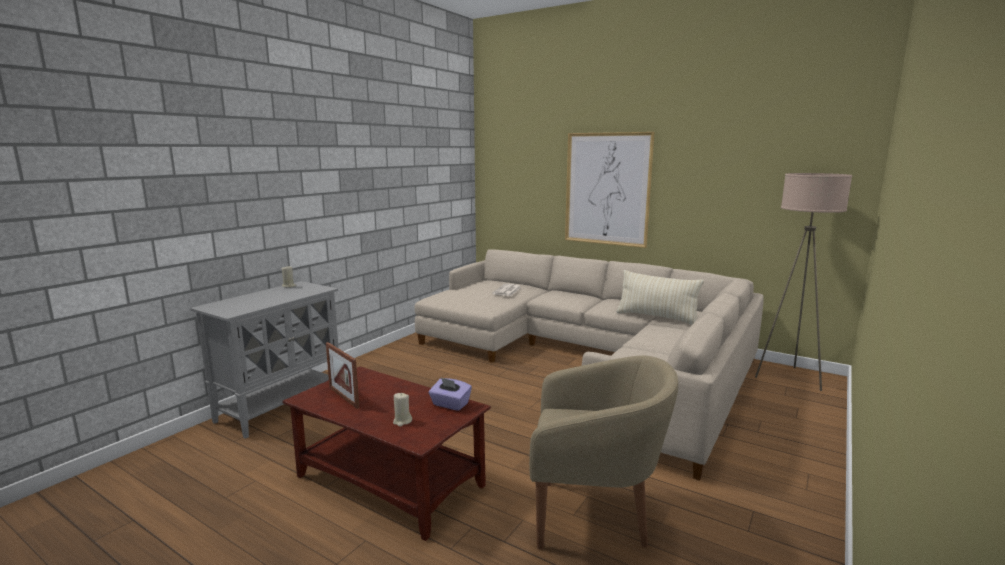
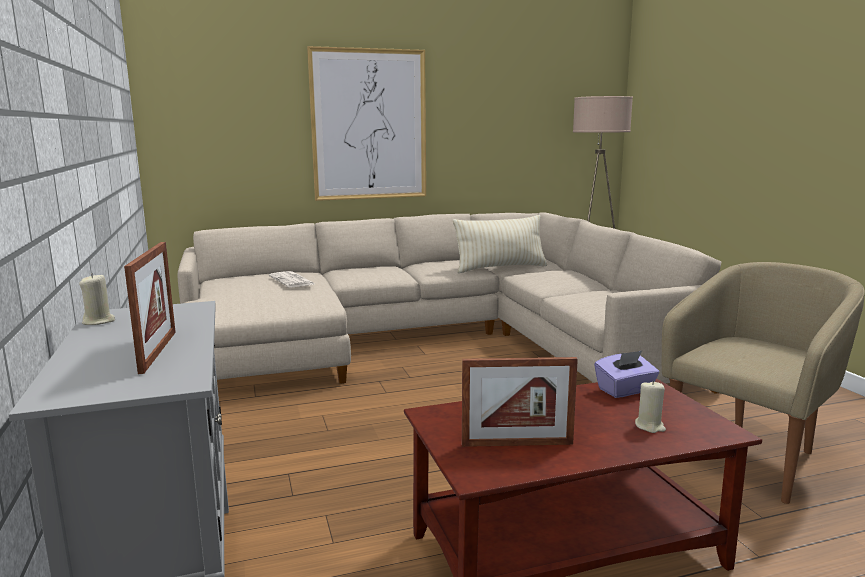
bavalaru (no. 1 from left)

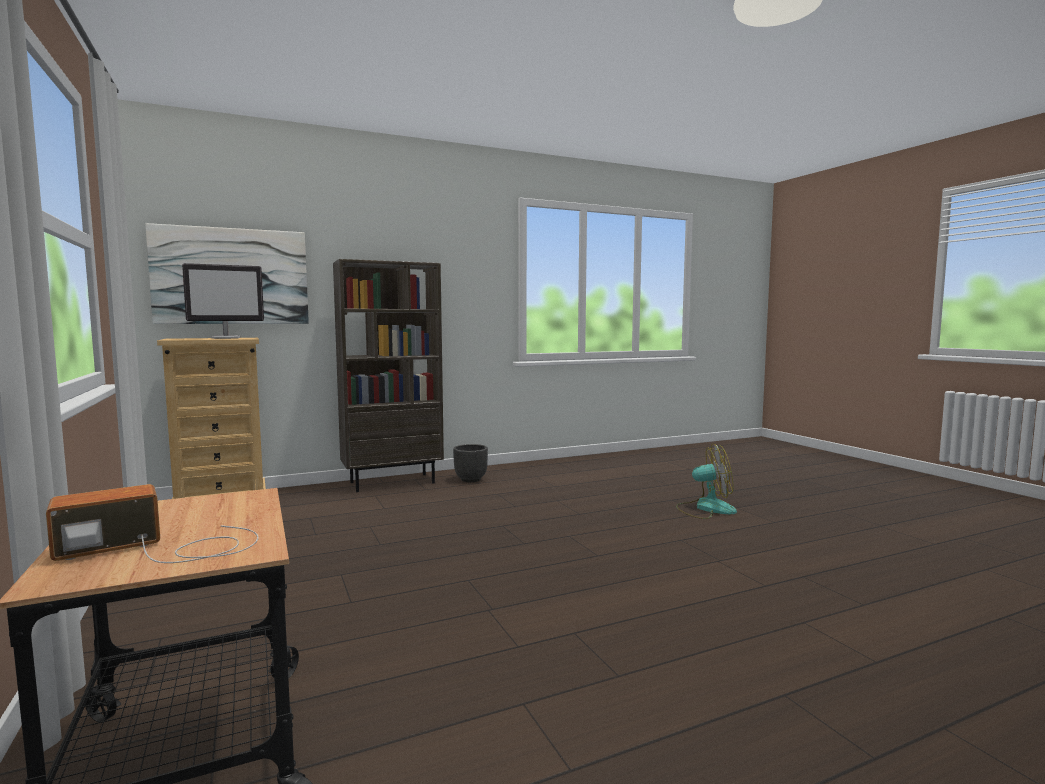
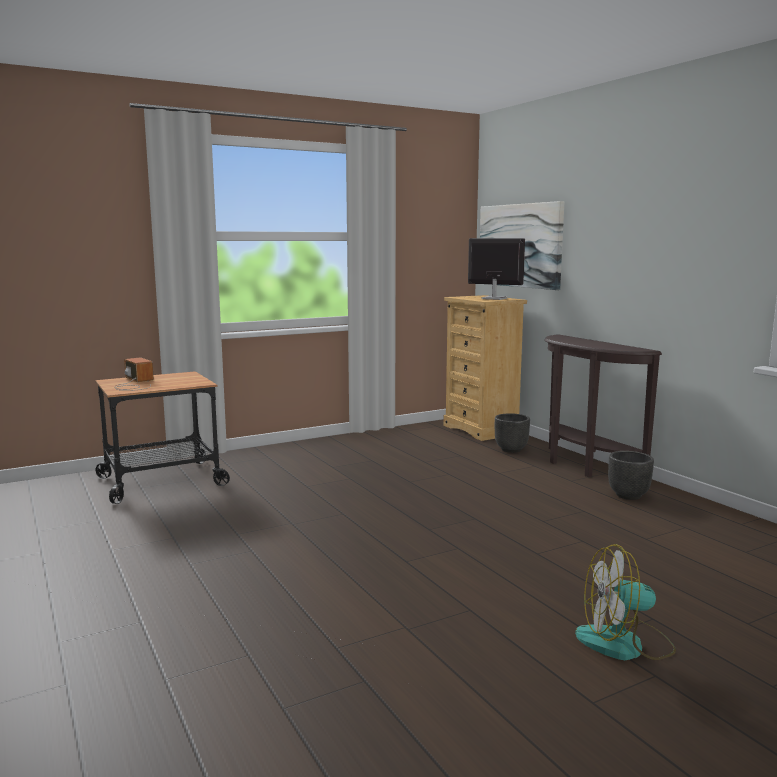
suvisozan
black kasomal (no. 1 from left)
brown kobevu
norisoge

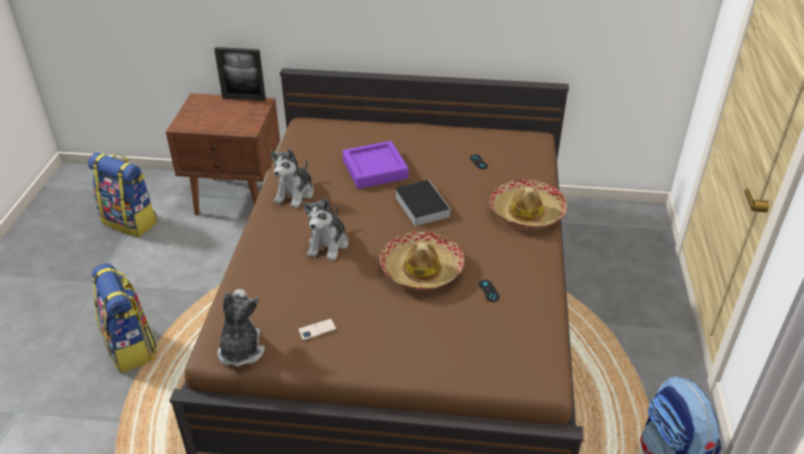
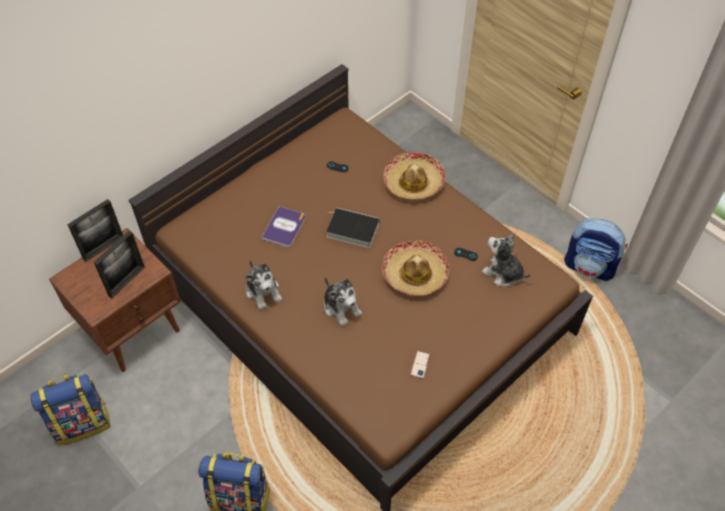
bavalaru (no. 2 from left)
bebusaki (no. 1 from left)
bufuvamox (no. 3 from left)

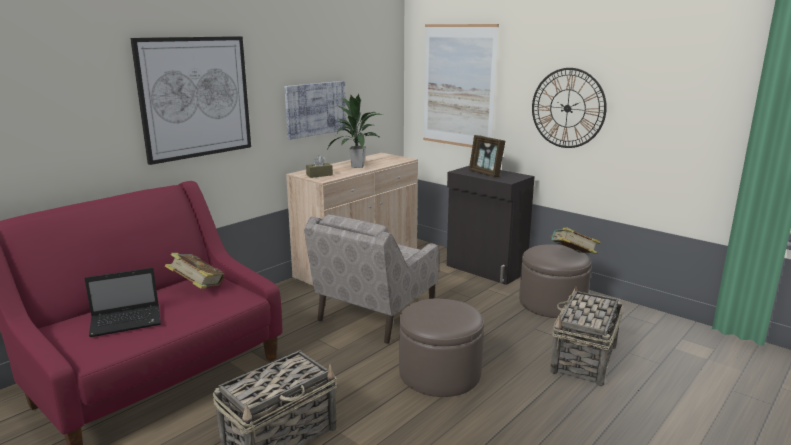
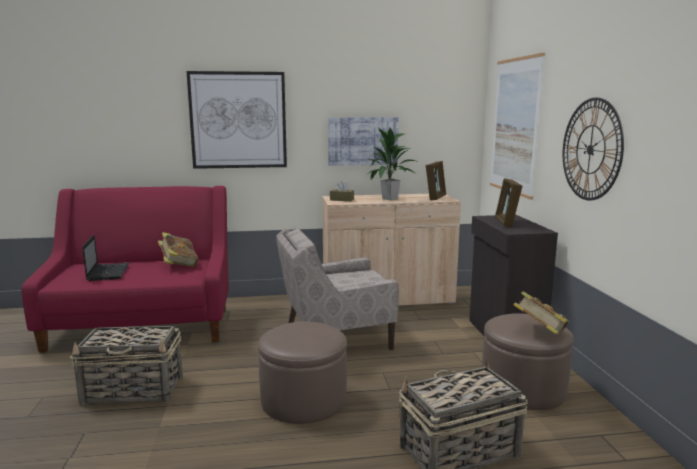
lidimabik
bavalaru (no. 1 from left)

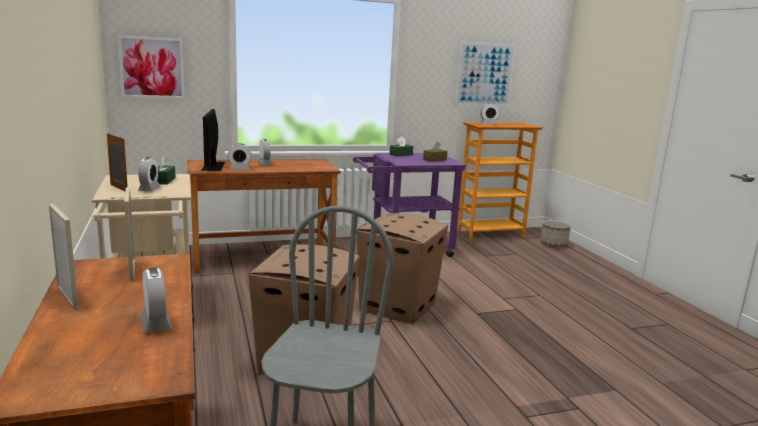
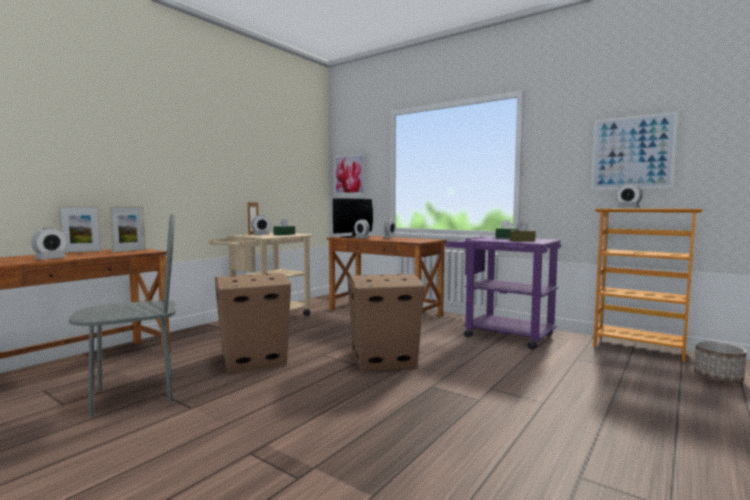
bavalaru (no. 1 from left)

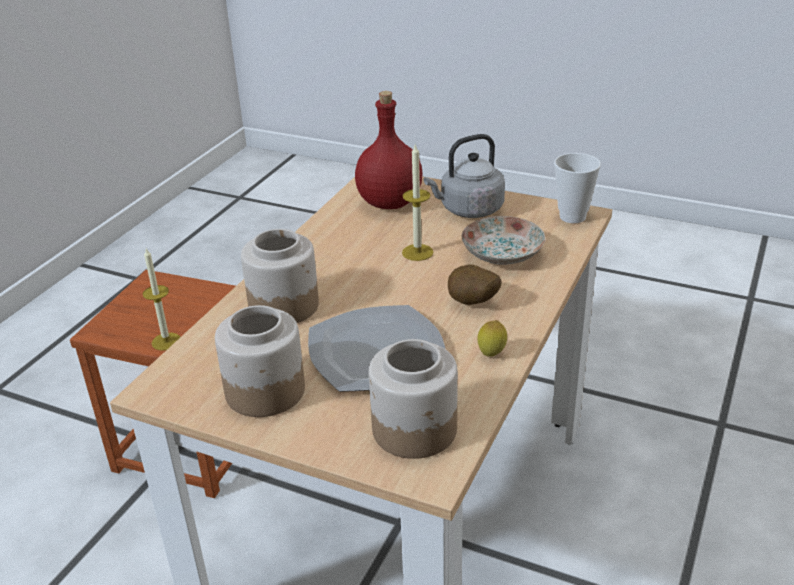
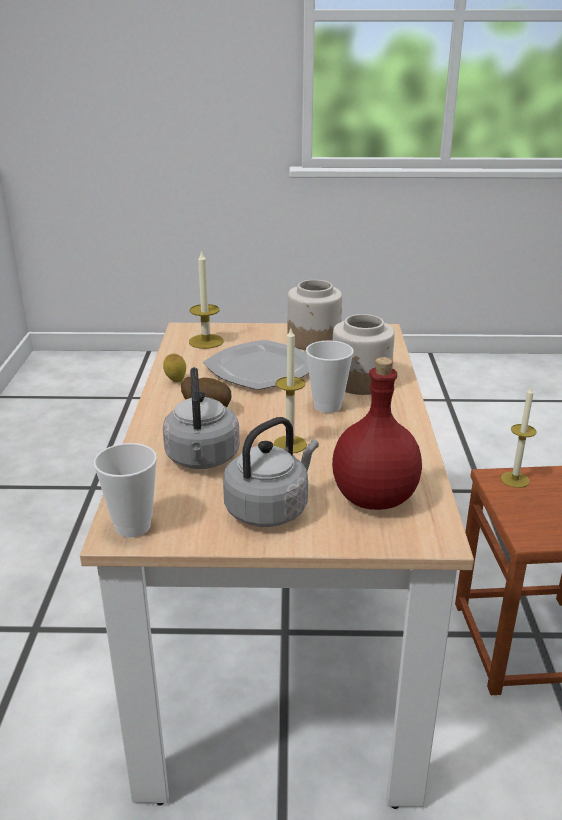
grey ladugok (no. 1 from left)
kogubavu (no. 1 from left)
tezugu (no. 2 from left)

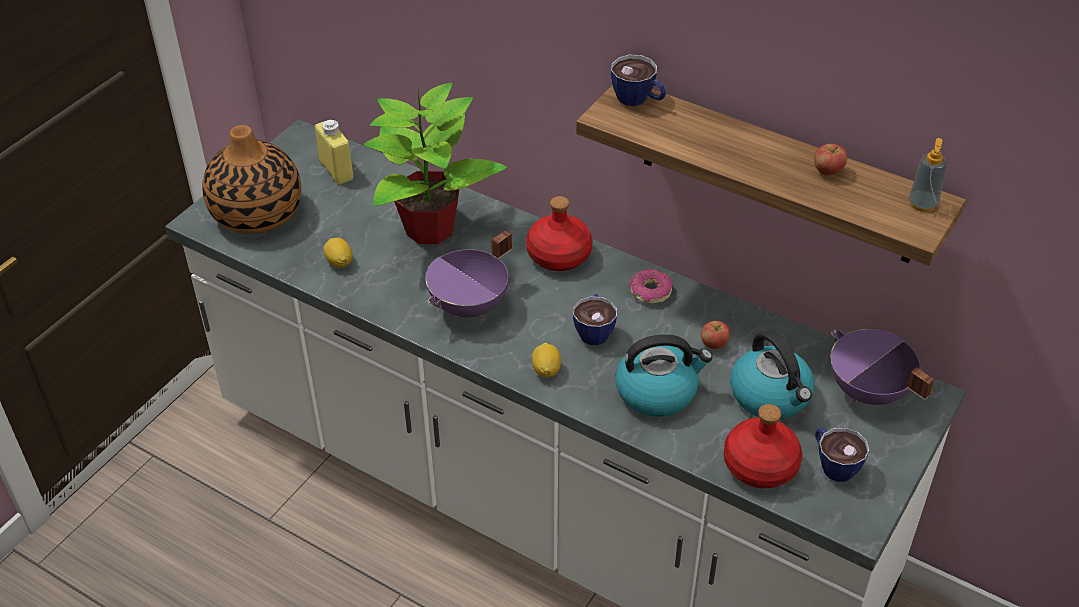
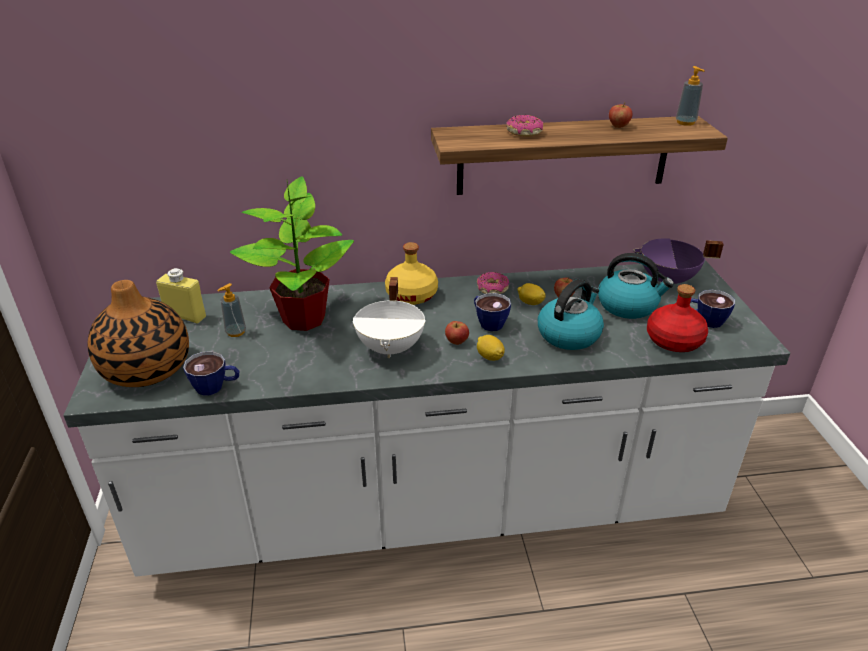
tezugu (no. 1 from left)
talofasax (no. 1 from left)
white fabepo
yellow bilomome (no. 2 from left)
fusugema (no. 1 from left)
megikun (no. 2 from left)
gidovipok (no. 2 from left)

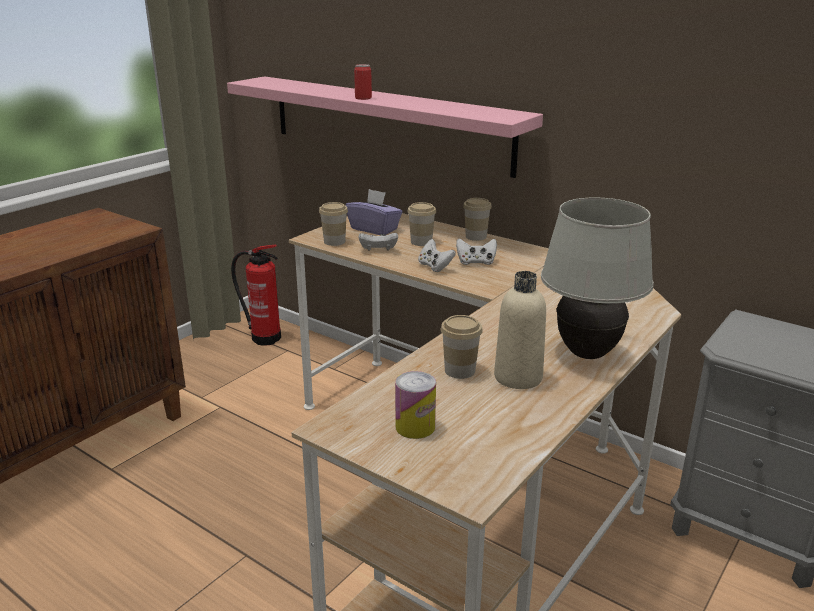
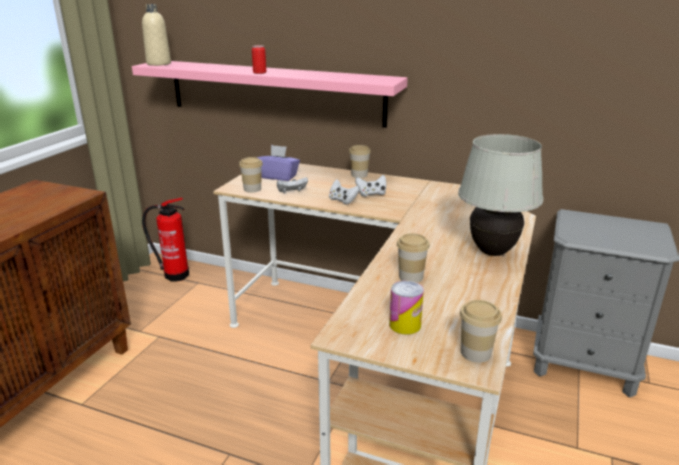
beige bilomome
tezugu (no. 4 from left)

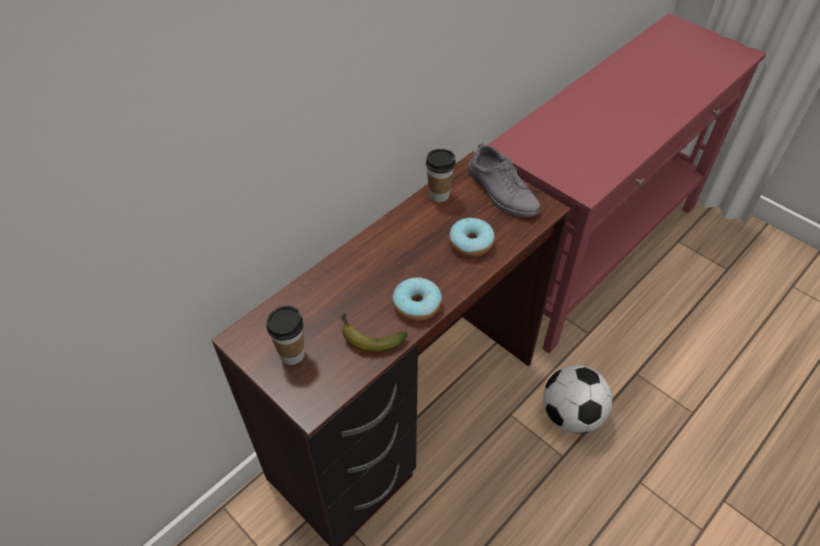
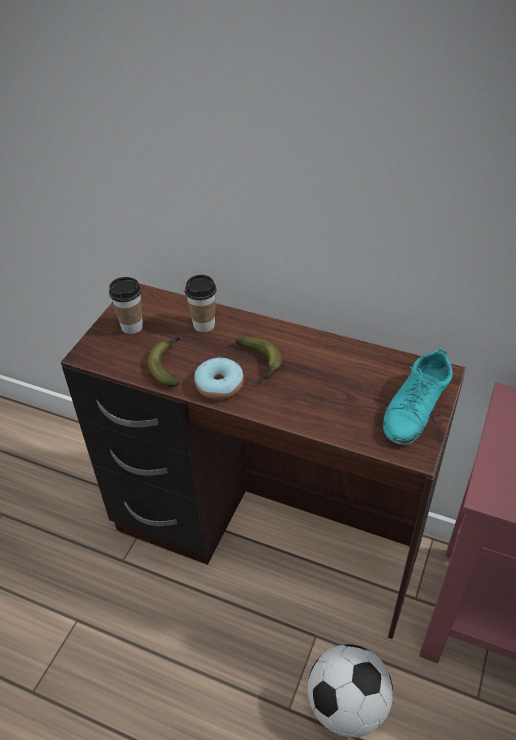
tezugu (no. 2 from left)
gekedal (no. 2 from left)
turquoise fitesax
megikun (no. 2 from left in the first image)

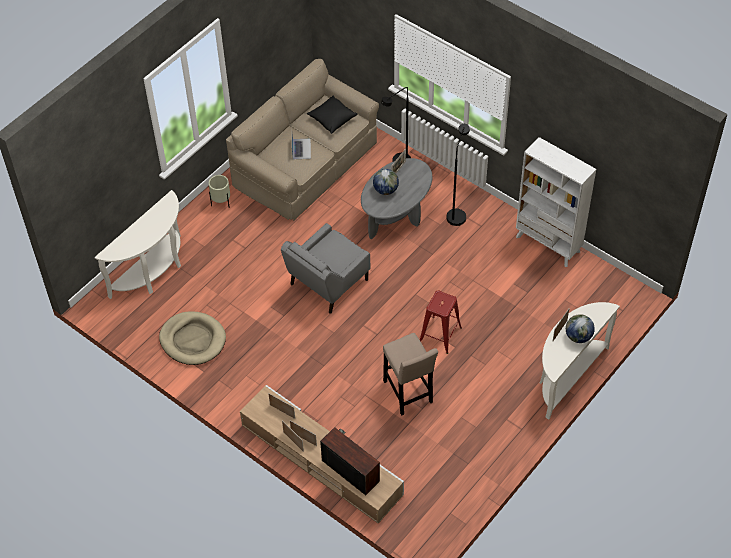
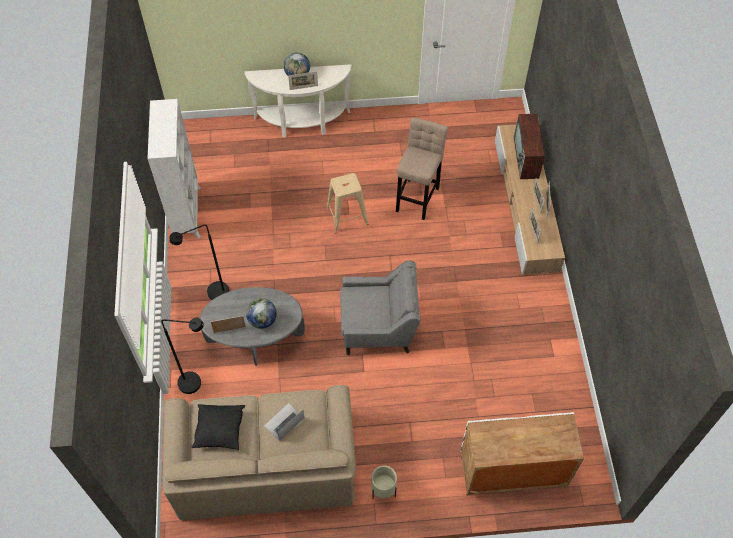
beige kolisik (no. 1 from left)
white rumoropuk
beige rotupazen

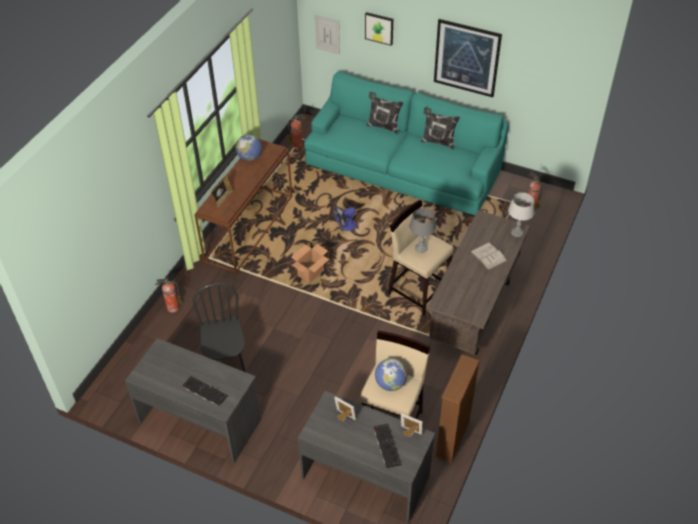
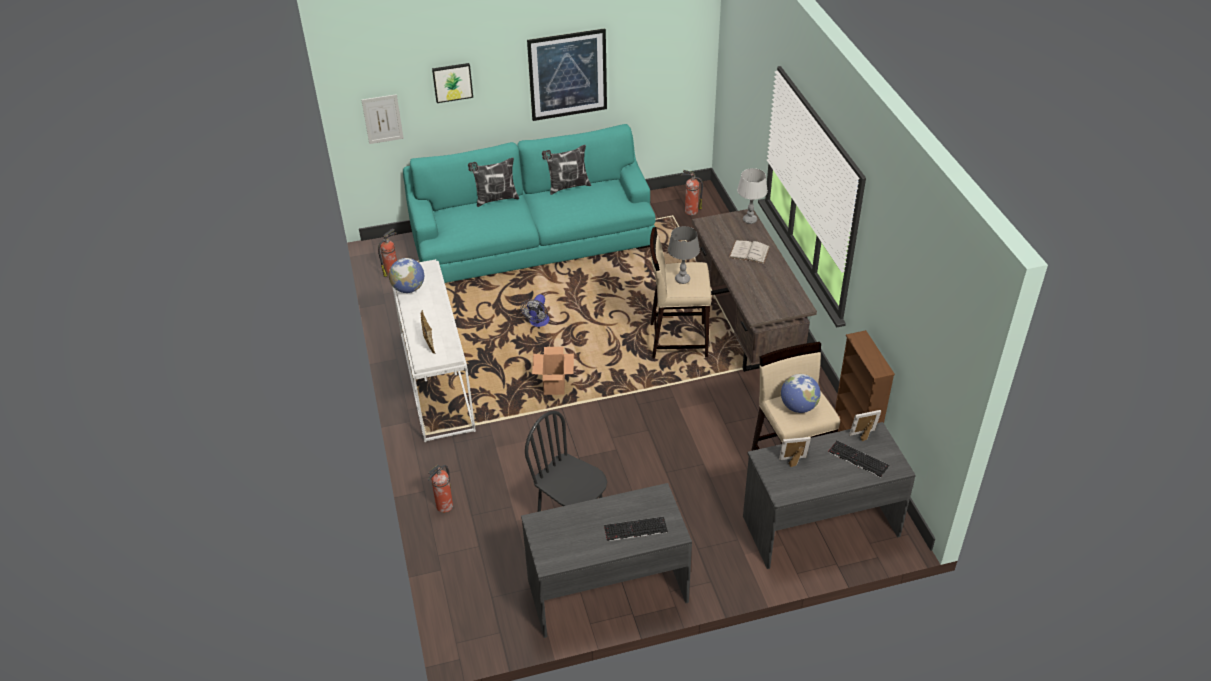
white kobevu

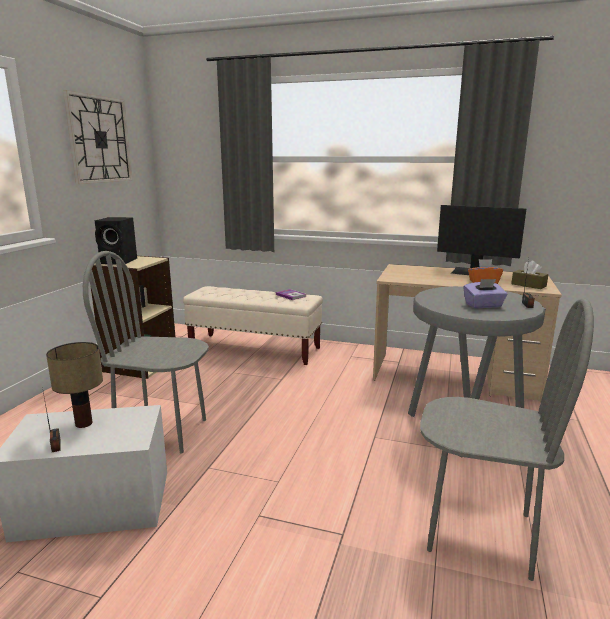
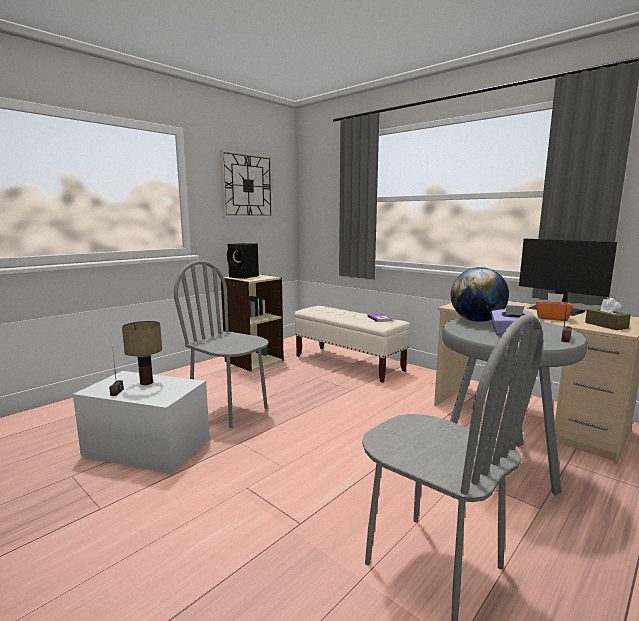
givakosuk

